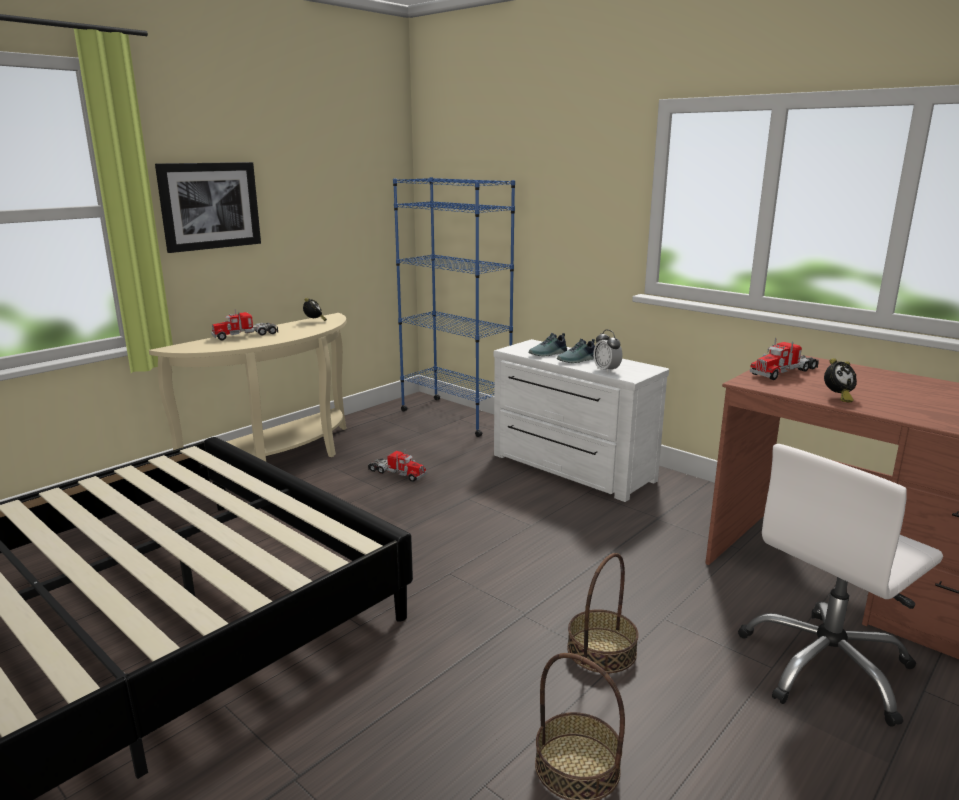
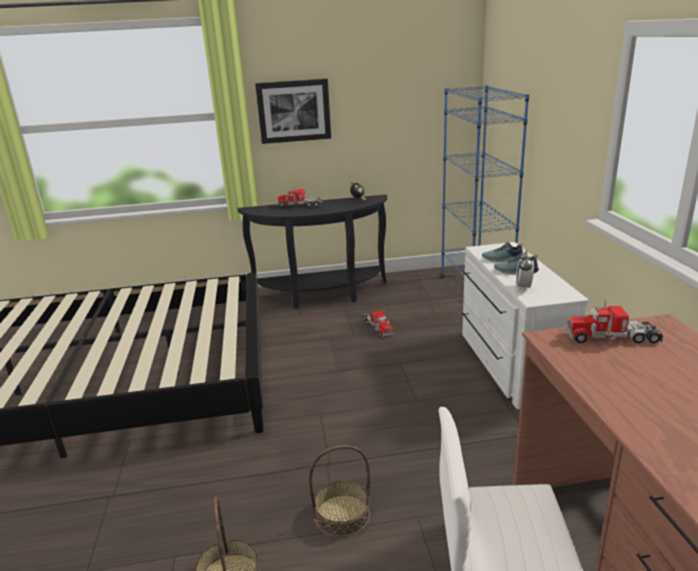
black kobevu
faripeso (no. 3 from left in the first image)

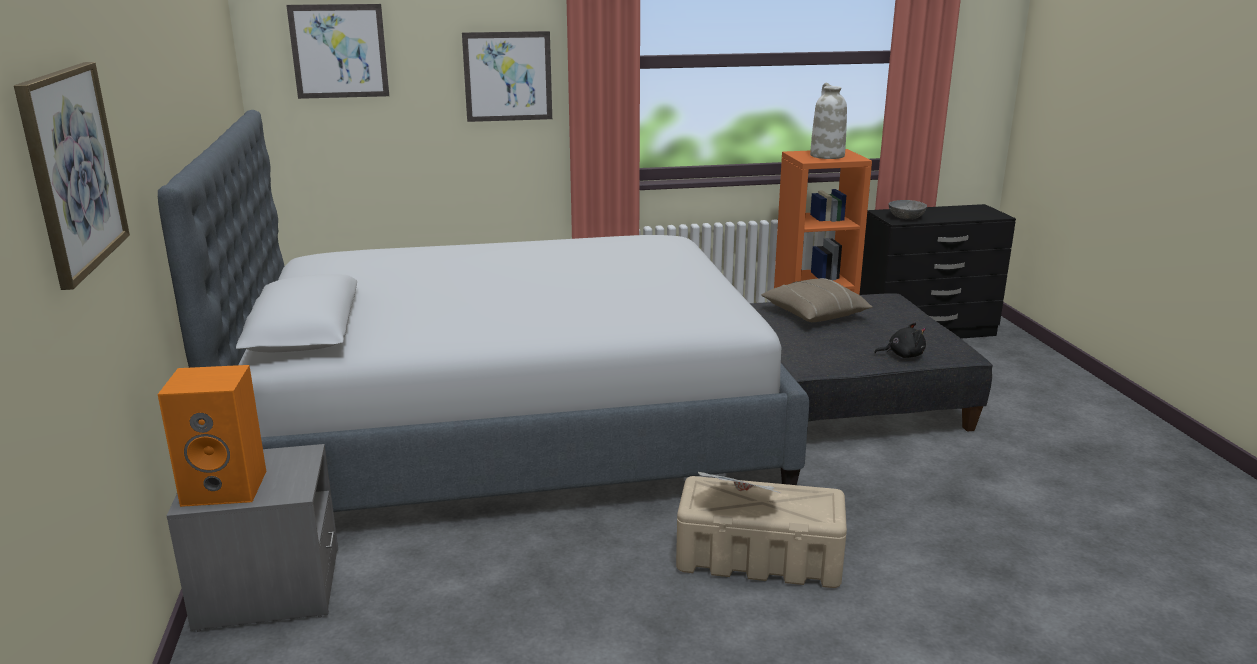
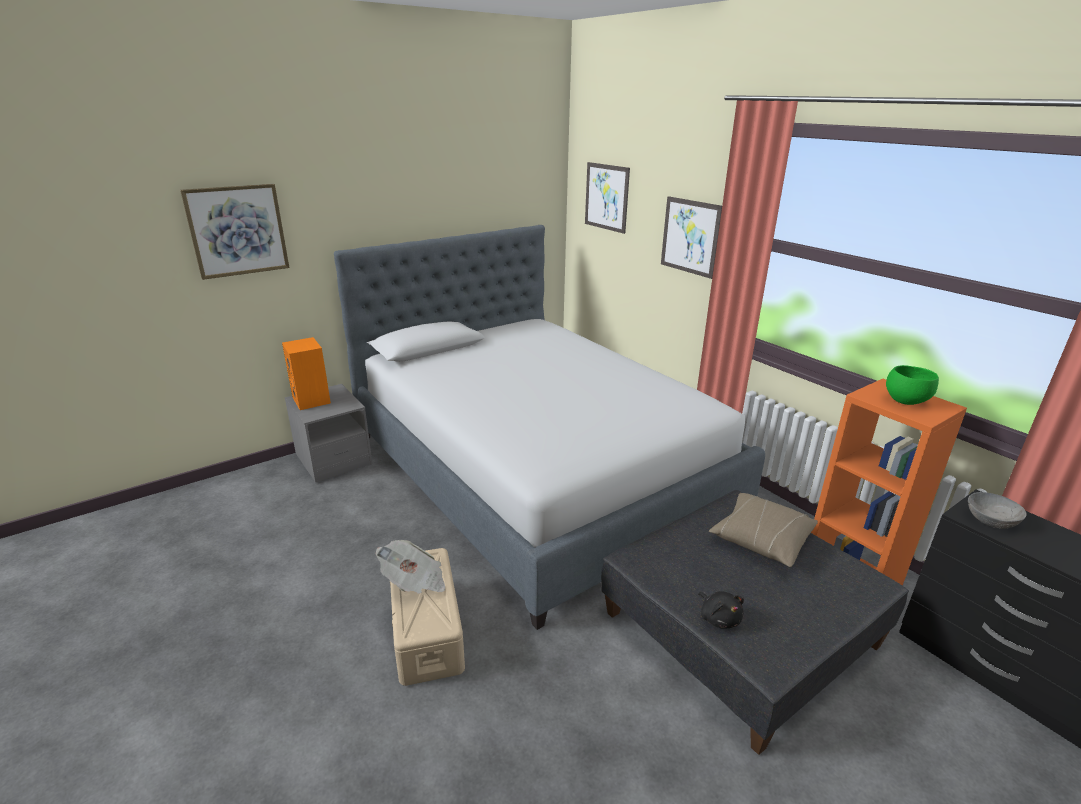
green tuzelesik

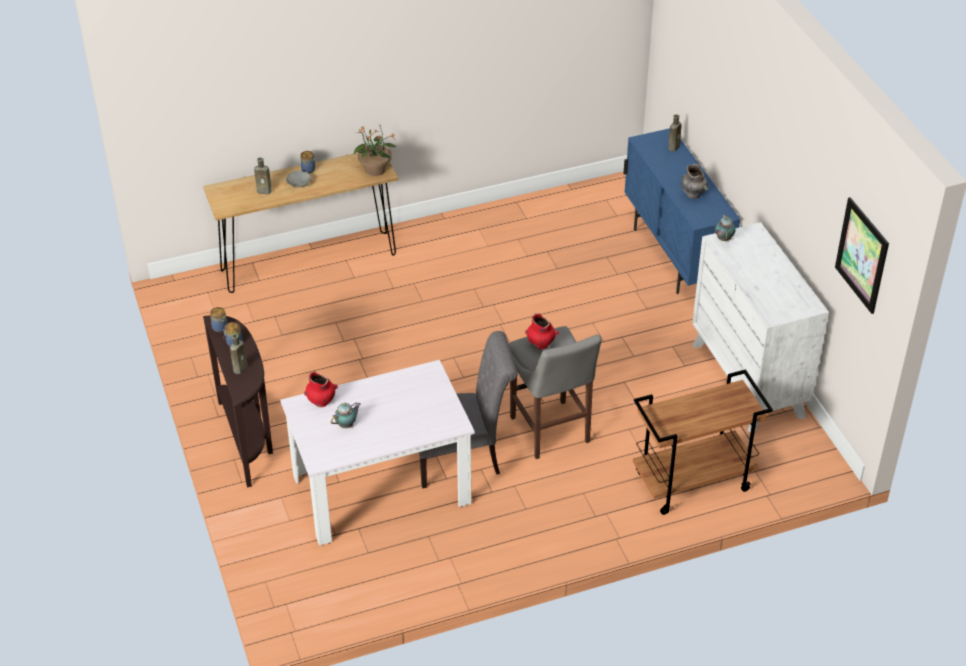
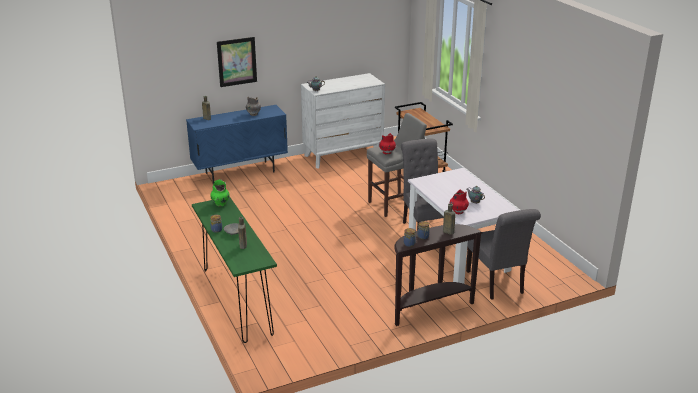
green kobevu
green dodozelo
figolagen
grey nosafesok (no. 2 from left)

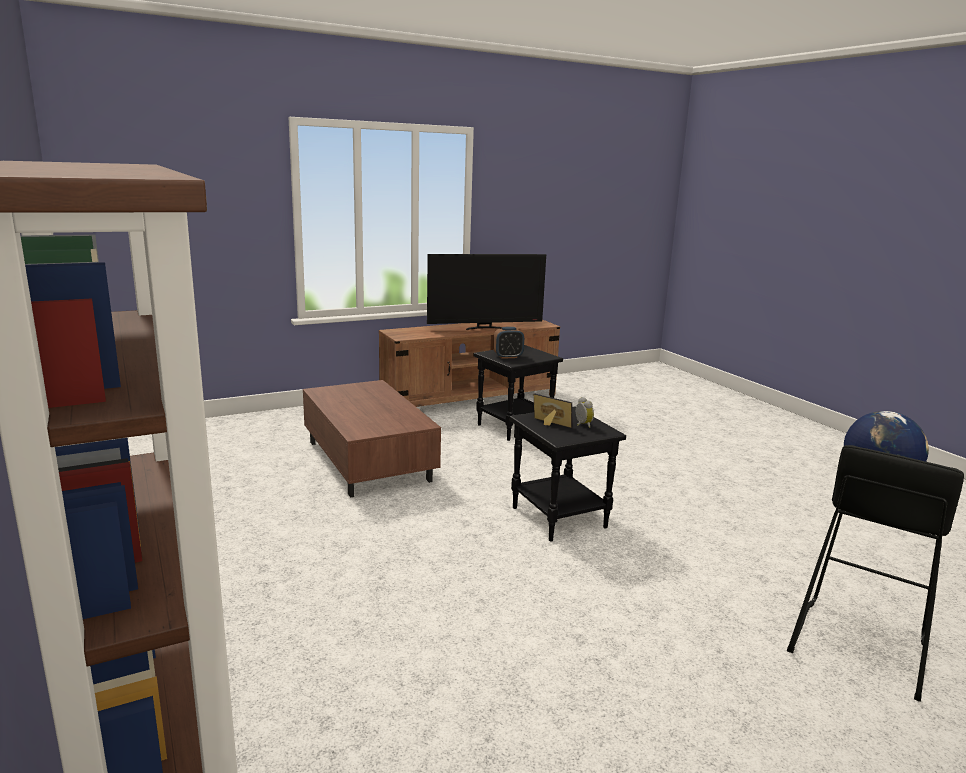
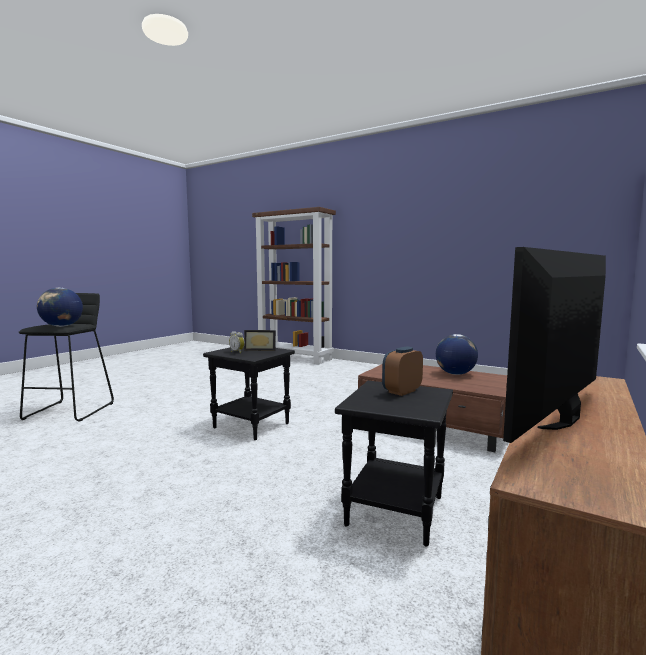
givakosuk (no. 2 from left)

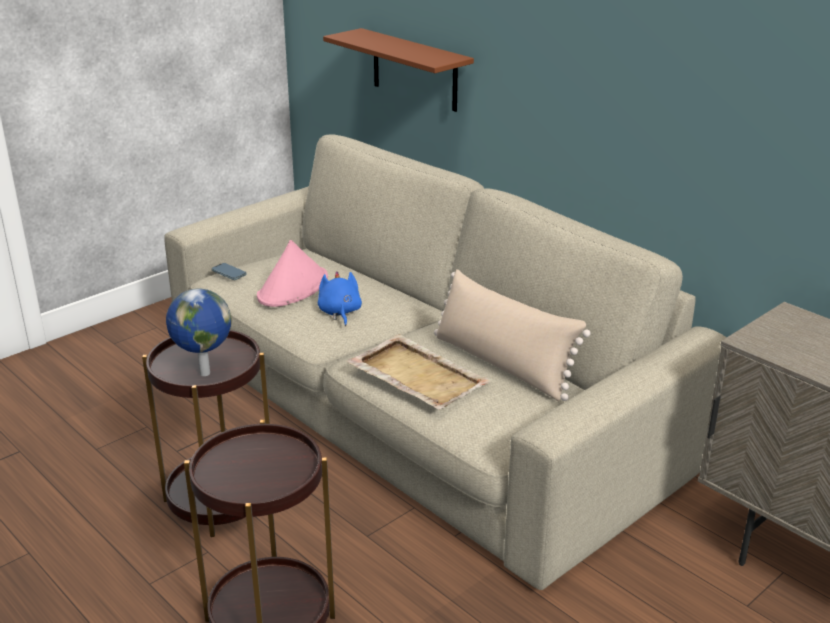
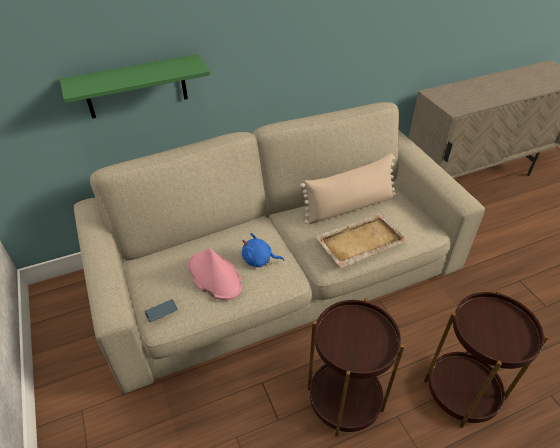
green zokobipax
givakosuk

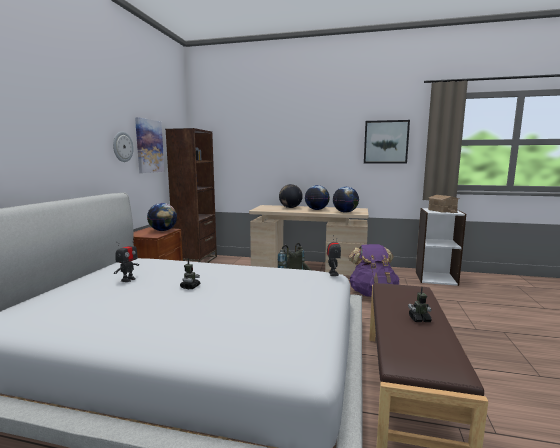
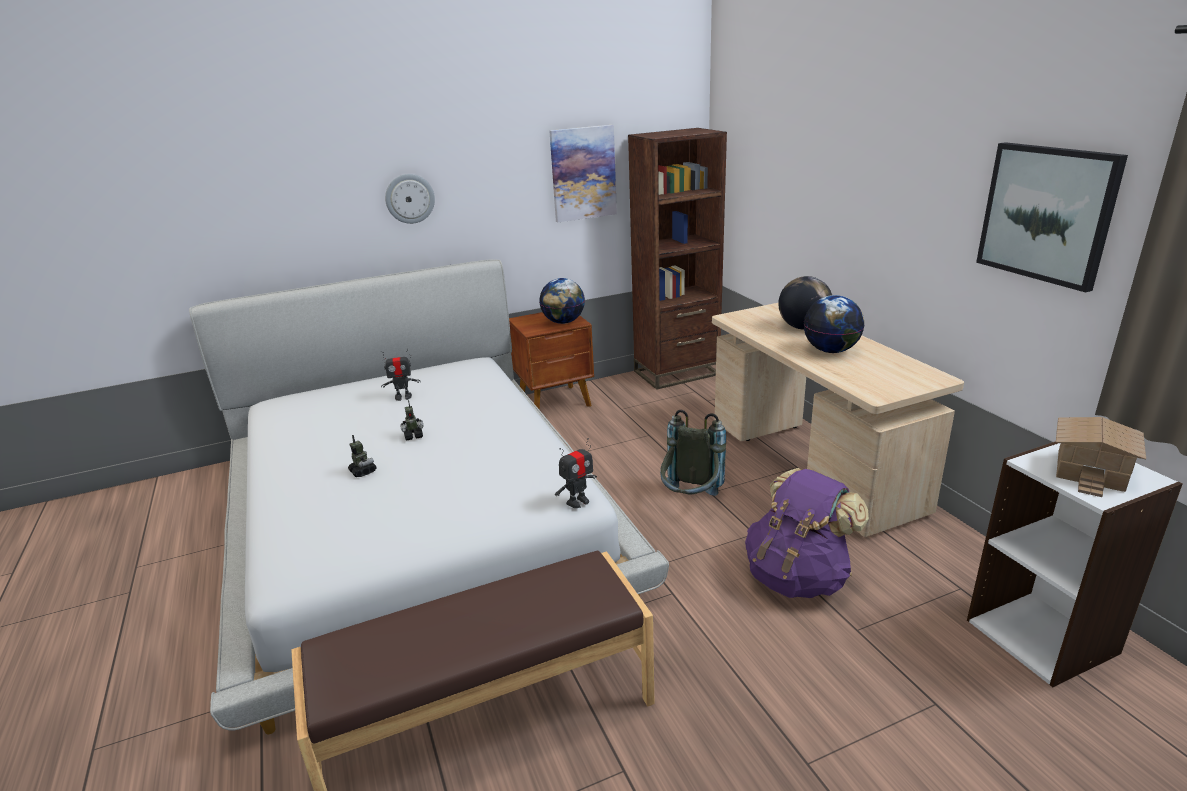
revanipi (no. 1 from left)
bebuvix
givakosuk (no. 4 from left in the first image)

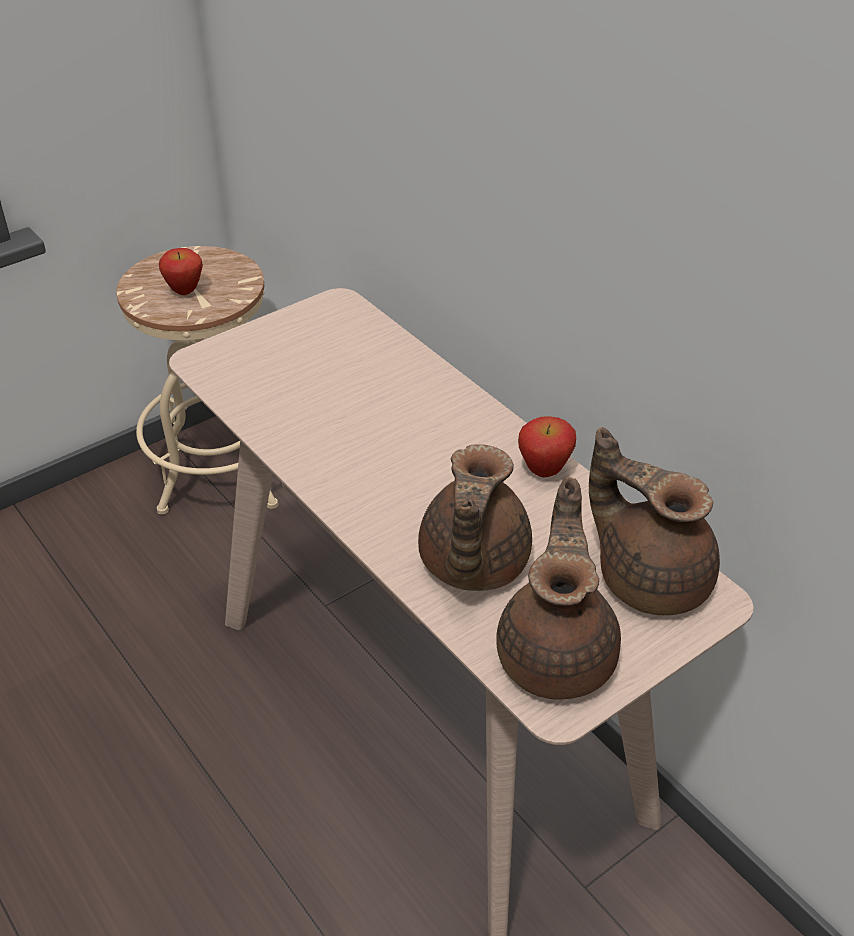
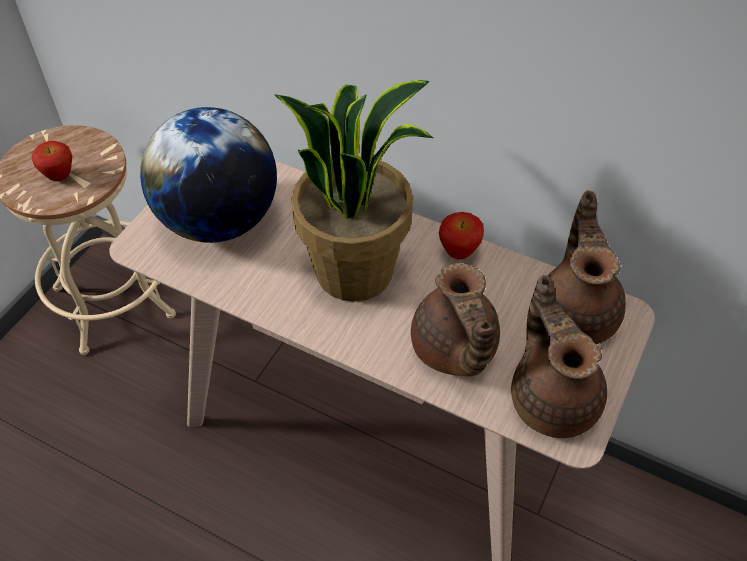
givakosuk
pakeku
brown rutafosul (no. 3 from left)

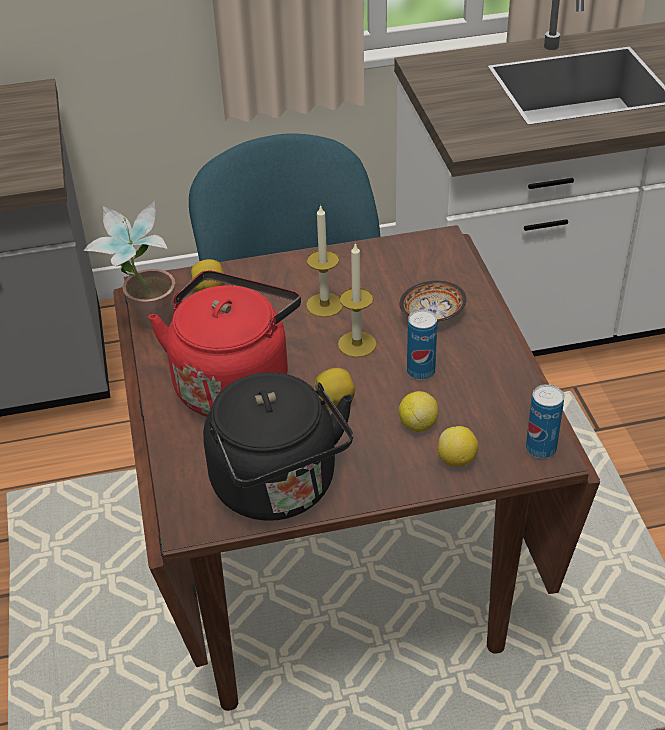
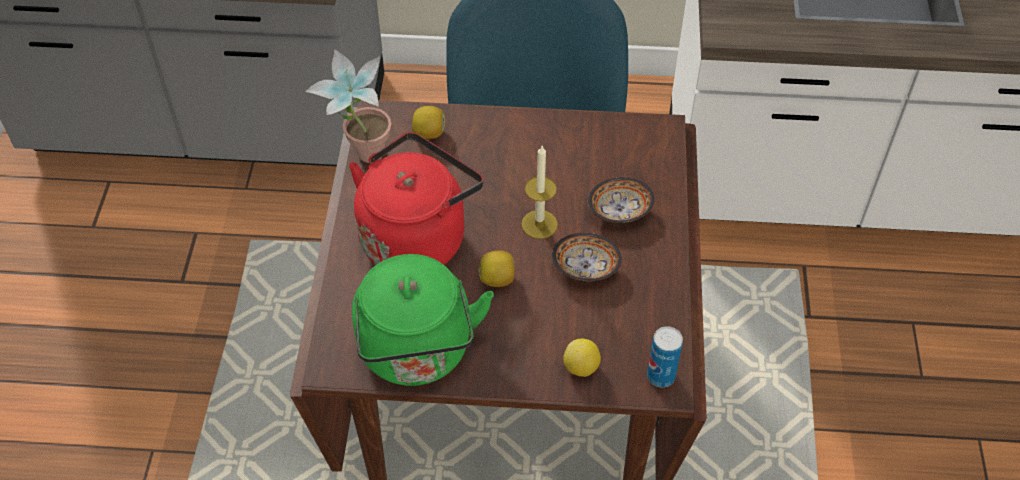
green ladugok
tuzelesik (no. 1 from left)
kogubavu (no. 1 from left in the first image)
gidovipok (no. 3 from left in the first image)

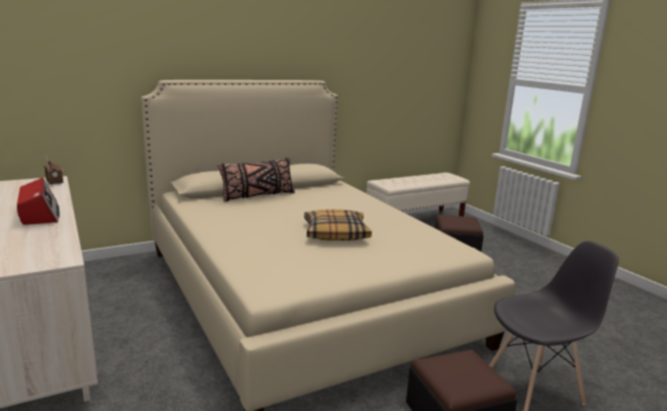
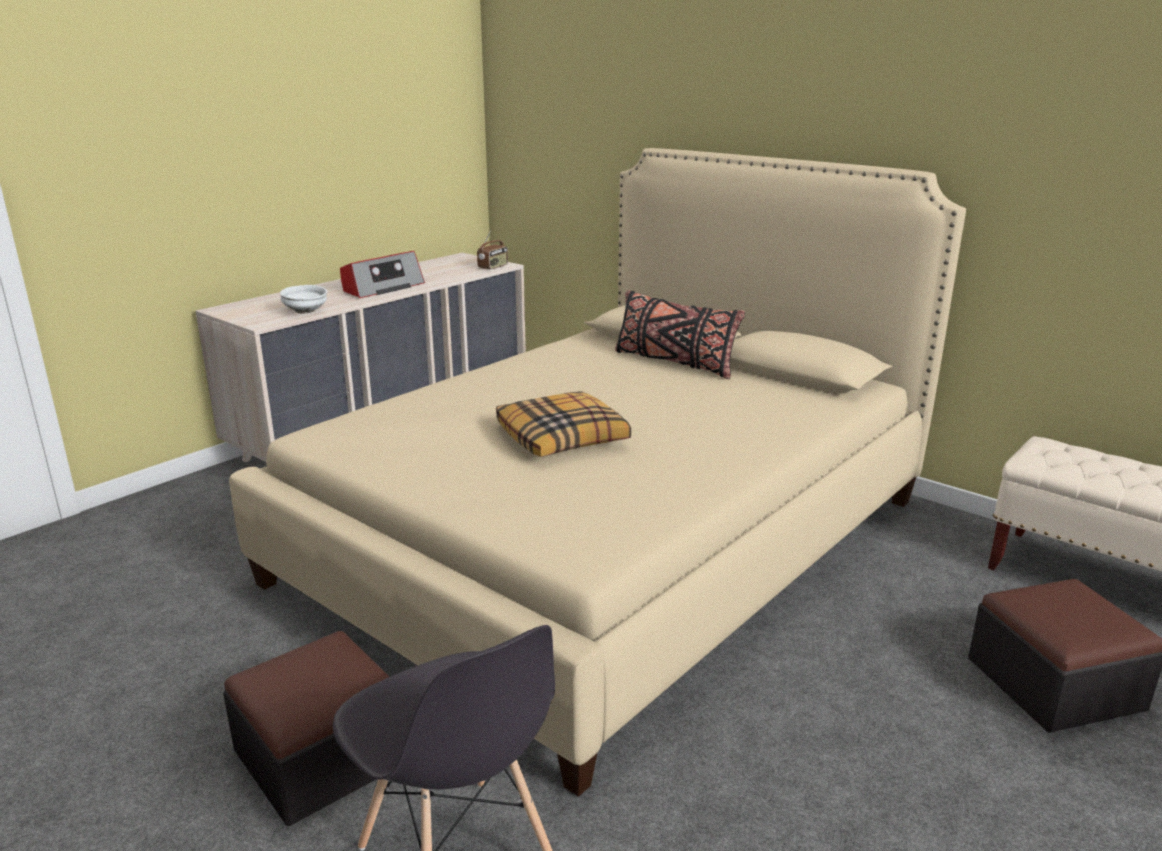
white tuzelesik

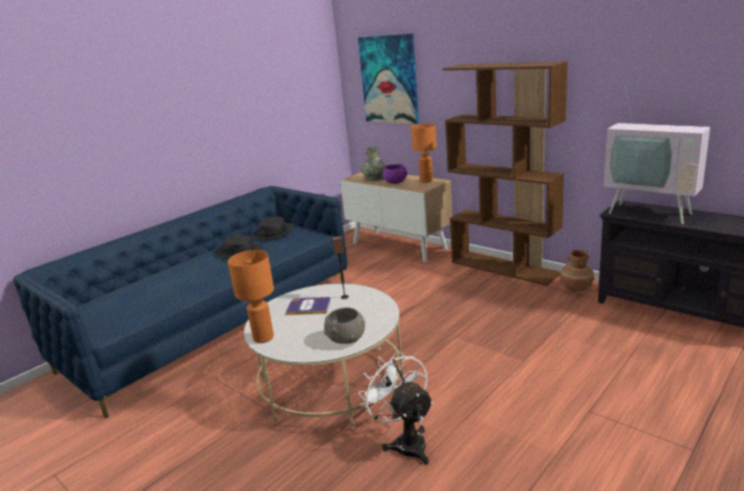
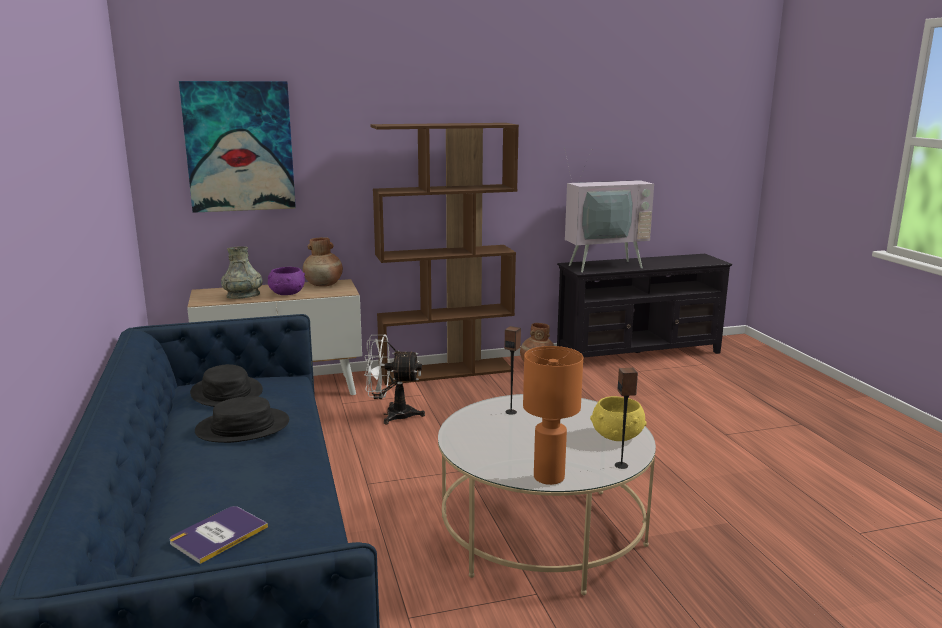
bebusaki
brown dodozelo (no. 1 from left)
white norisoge
yellow tuzelesik
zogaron (no. 2 from left)

